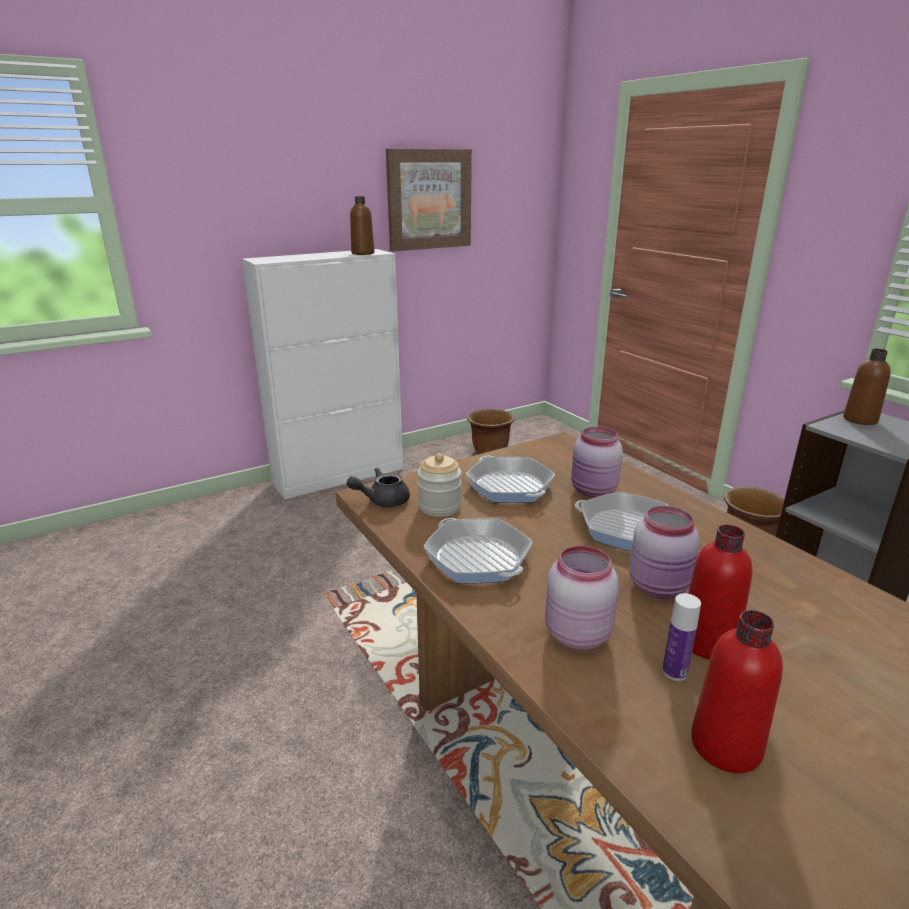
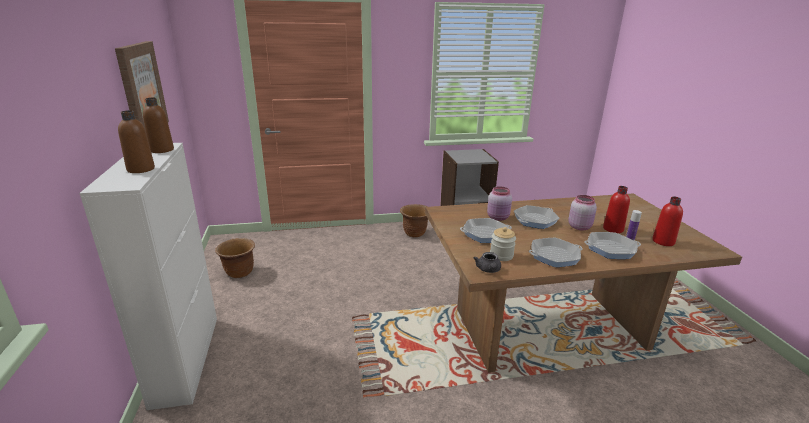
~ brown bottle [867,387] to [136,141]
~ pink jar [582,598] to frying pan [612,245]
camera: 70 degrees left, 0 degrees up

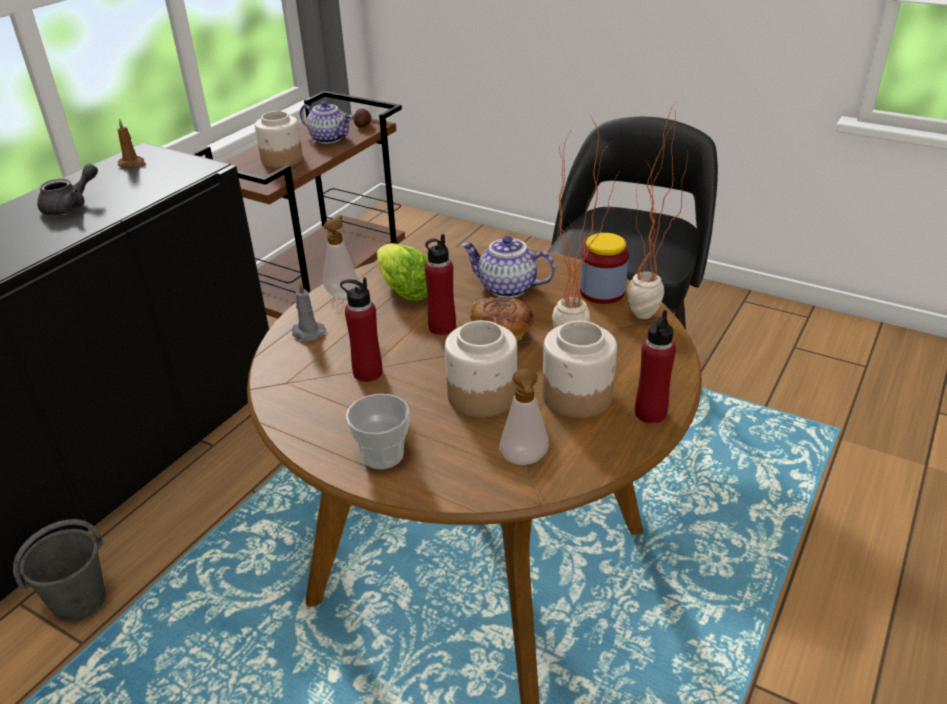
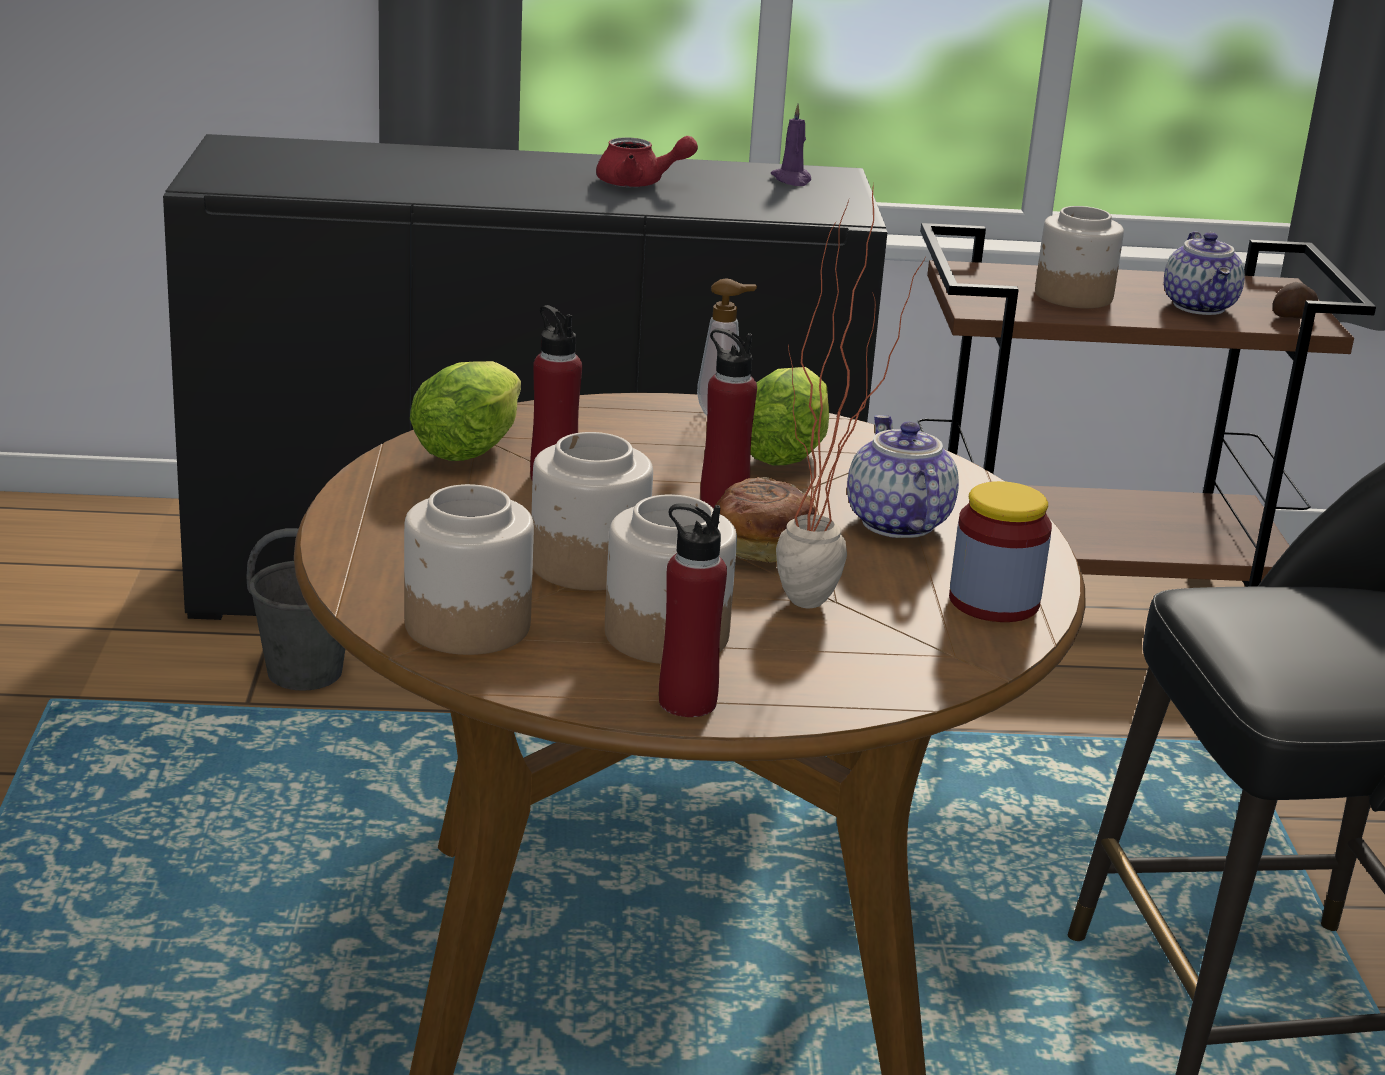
~ soap dispenser [524,416] to jar [469,569]
+ lettuce [465,411]
~ grey teapot [67,189] to red teapot [647,161]
~ brown candle [131,143] to purple candle [791,145]
- grey candle [309,311]
- cup [378,431]
- potted plant [657,211]
camera: 55 degrees right, 10 degrees down

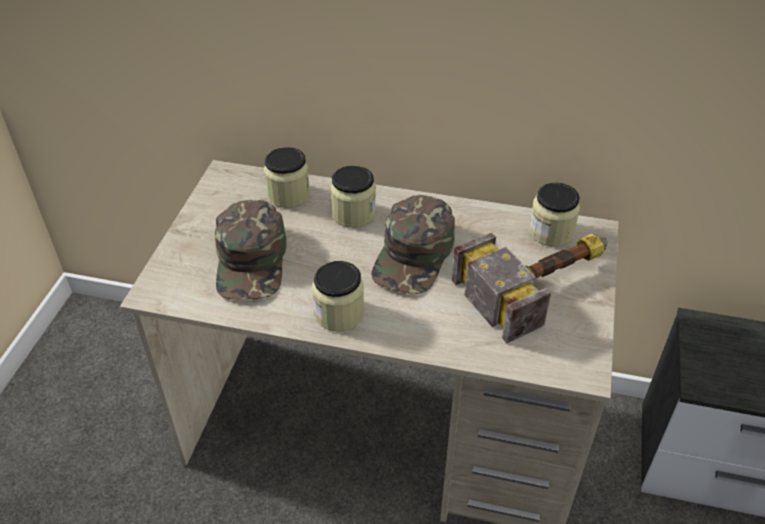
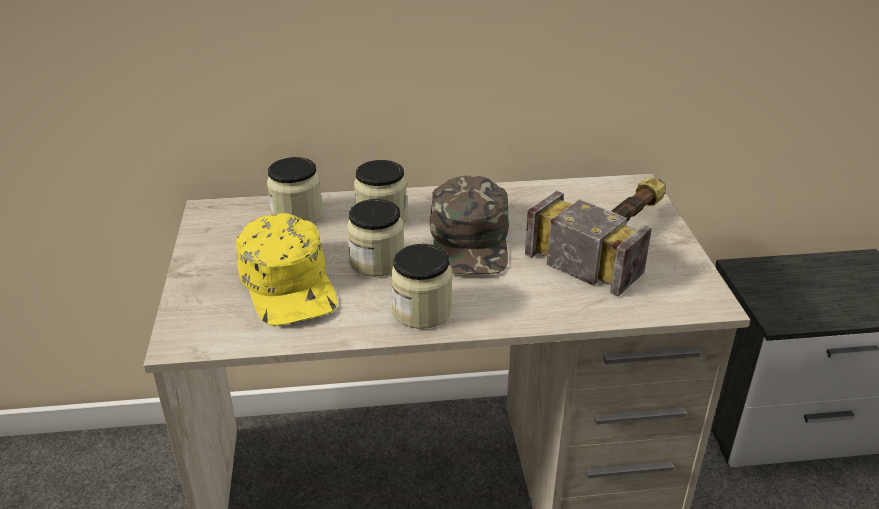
~ green cap [251,249] to yellow cap [286,269]
~ jar [554,214] to [375,238]
camera: 20 degrees left, 10 degrees down

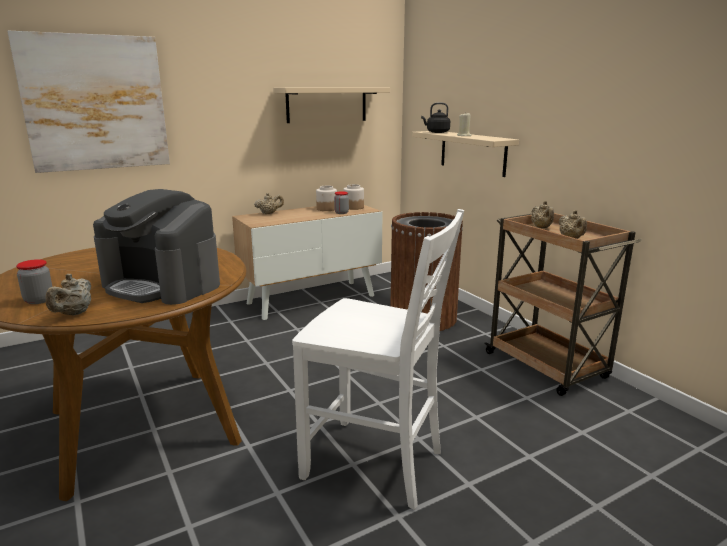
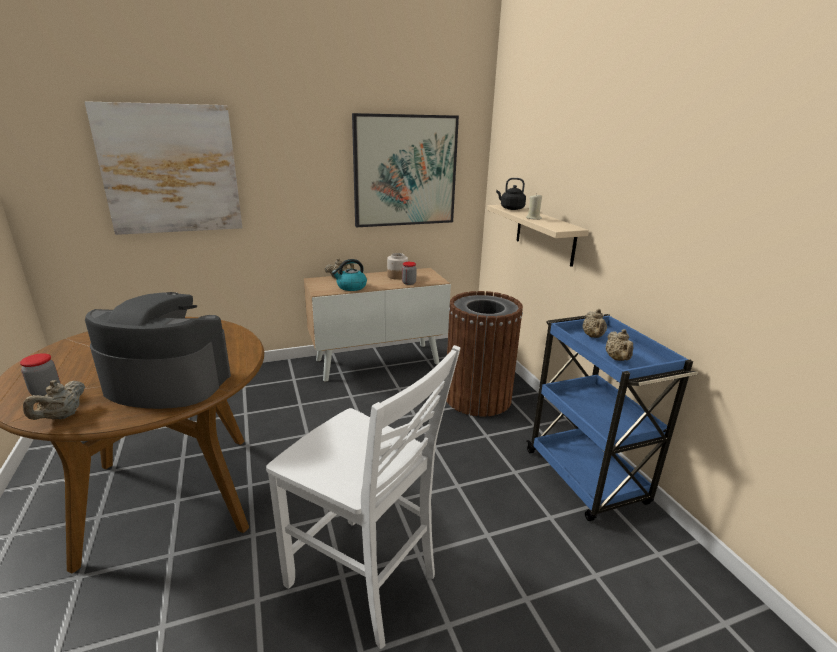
~ coffee machine [156,247] = [158,350] 150 degrees clockwise
+ kettle [349,275]
~ beige shelf [331,105] to picture [405,170]
~ brown cart [563,304] to blue cart [612,417]
- jar [353,197]
camera: 10 degrees right, 5 degrees up

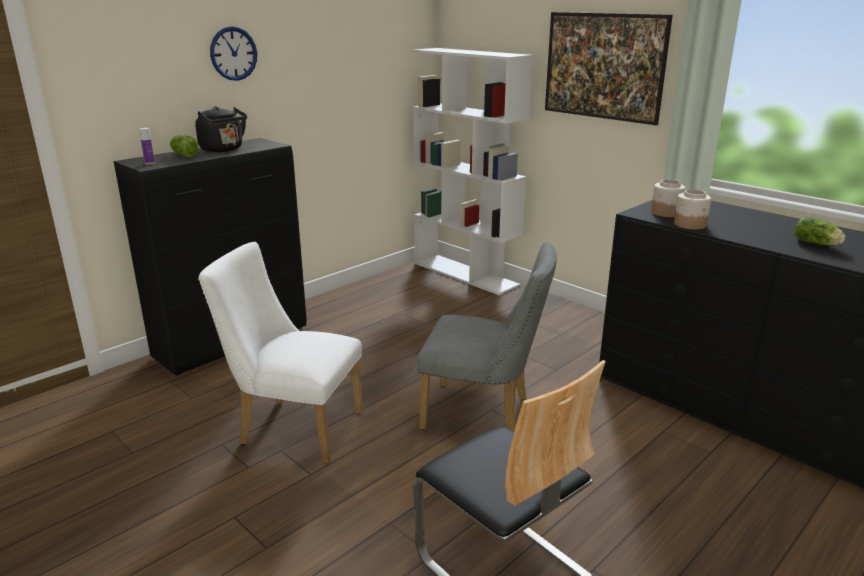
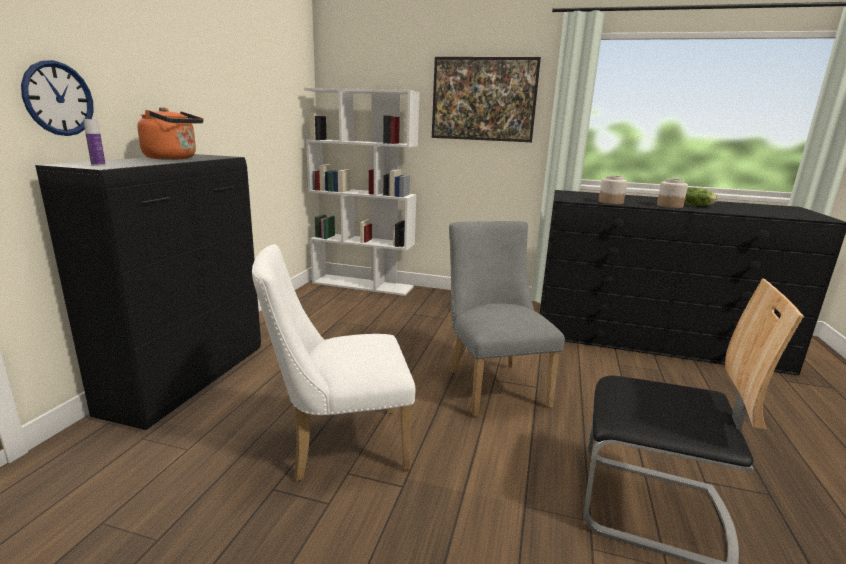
~ wall clock [233,54] to [57,98]
~ black kettle [221,129] to orange kettle [170,133]
~ grey chair [487,336] = [507,319] 90 degrees counterclockwise
~ jar [668,198] to [672,193]
- lettuce [184,146]
camera: 30 degrees left, 5 degrees down

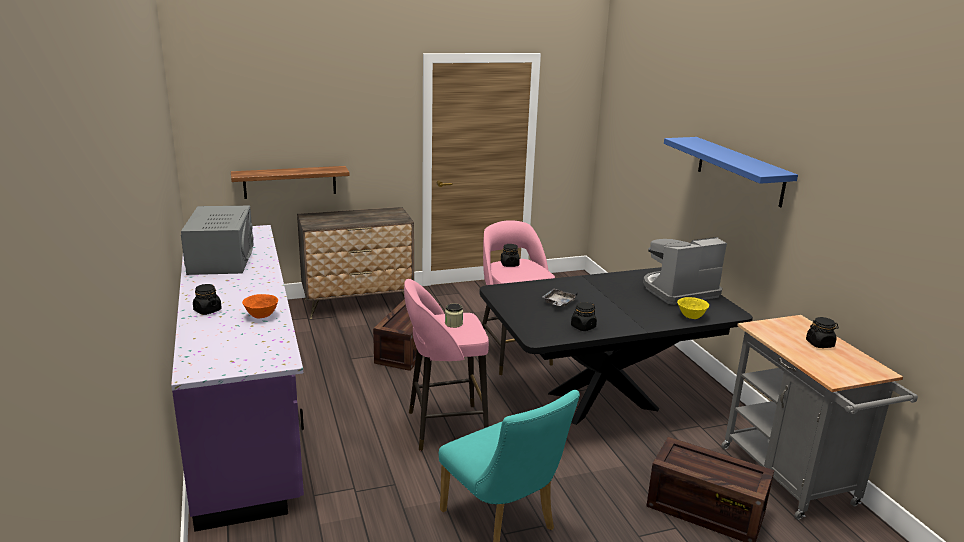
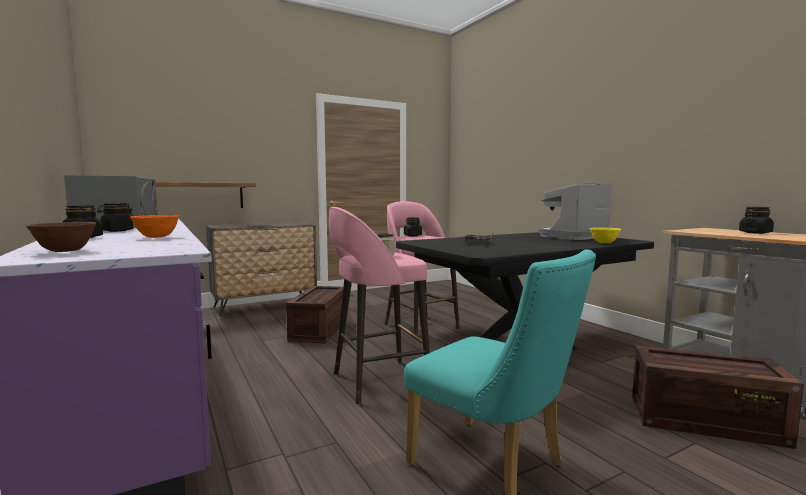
+ brown bowl [61,237]
~ black jar [584,316] to [115,217]
- blue shelf [731,172]
camera: 10 degrees left, 15 degrees down

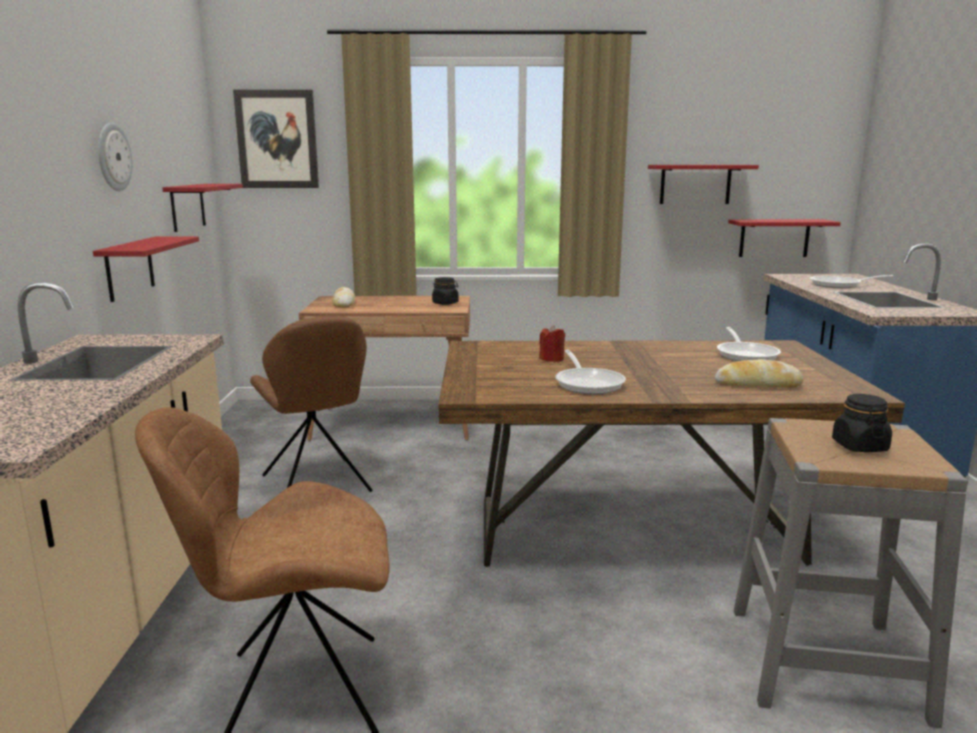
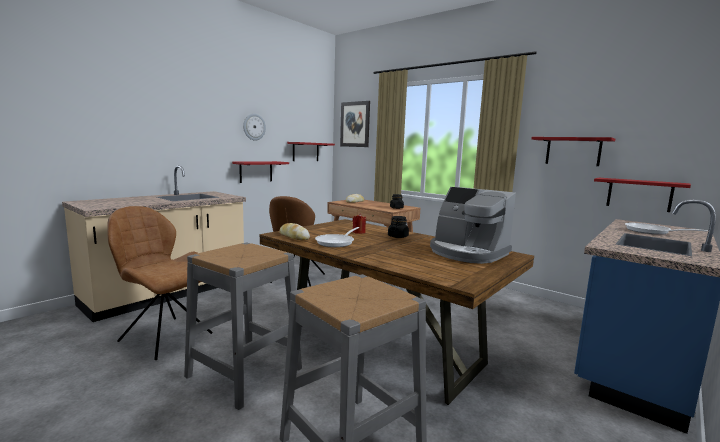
+ grey stool [243,326]
~ bread [759,373] to [294,231]
~ black jar [862,423] to [398,227]
~ frying pan [749,344] to coffee machine [473,225]
camera: 40 degrees right, 5 degrees down

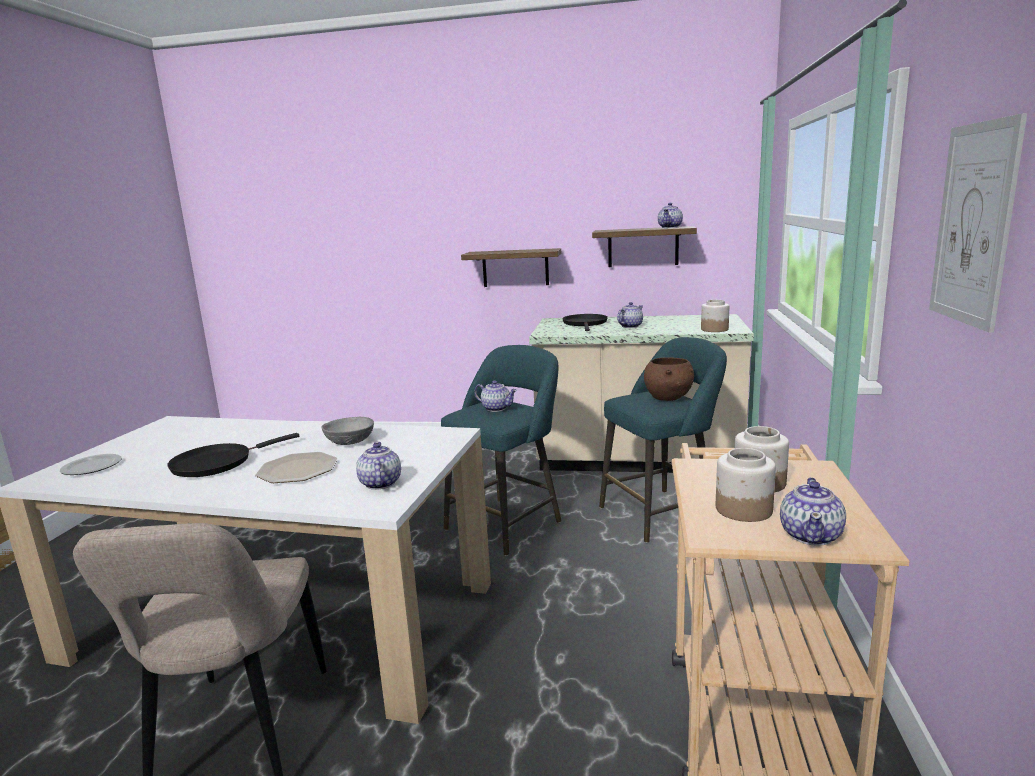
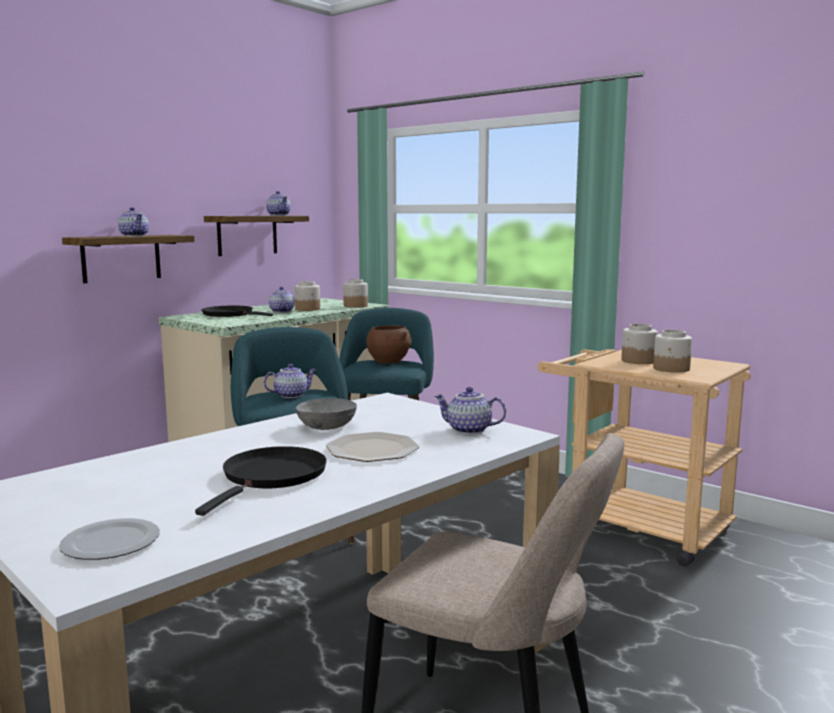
~ teapot [813,511] to [133,221]
~ black frying pan [233,455] = [261,481] 150 degrees counterclockwise
+ jar [307,296]
- picture [978,223]
camera: 60 degrees left, 5 degrees down

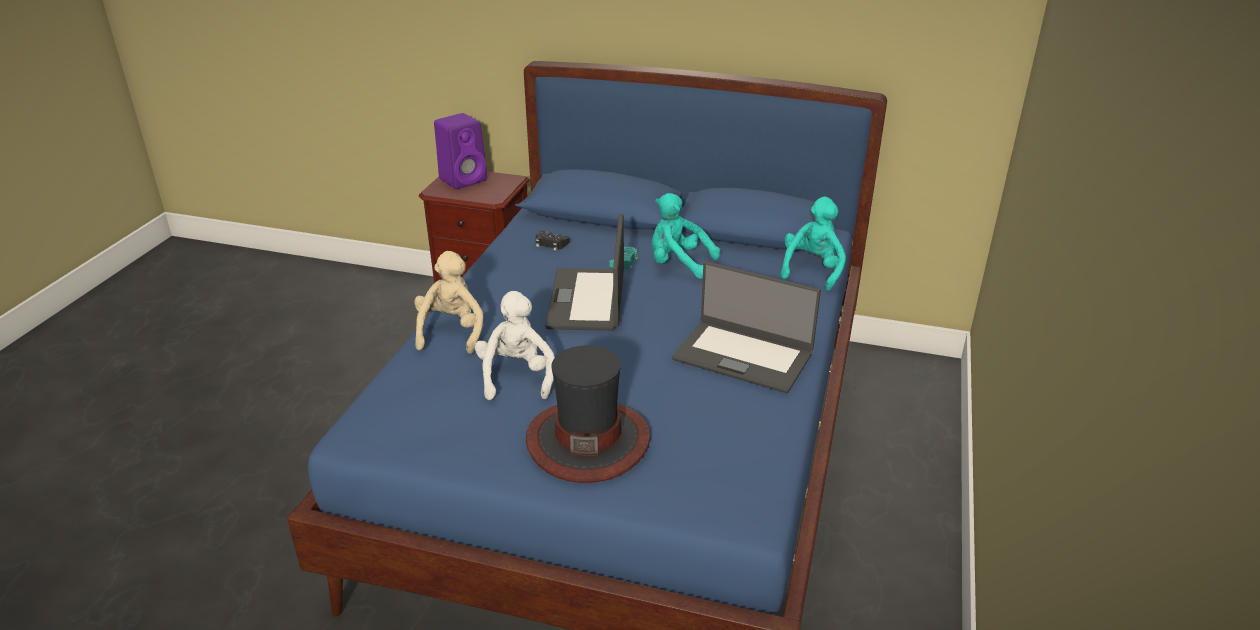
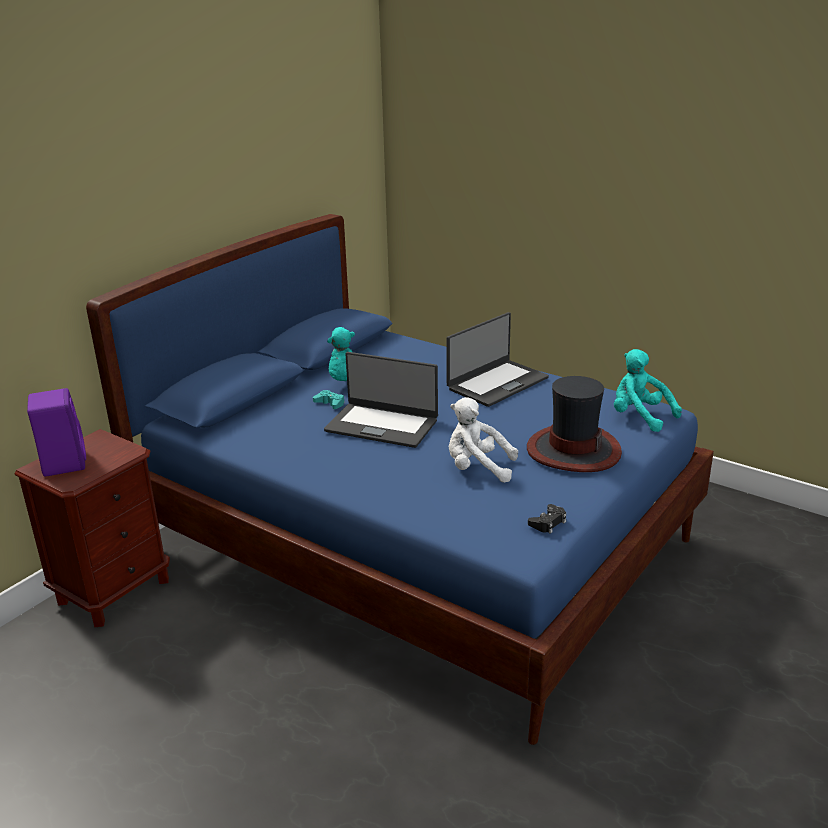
~ black game controller [553,241] to [547,518]
~ turquoise plush toy [813,244] to [648,390]
- beige plush toy [449,302]
camera: 70 degrees left, 5 degrees down

